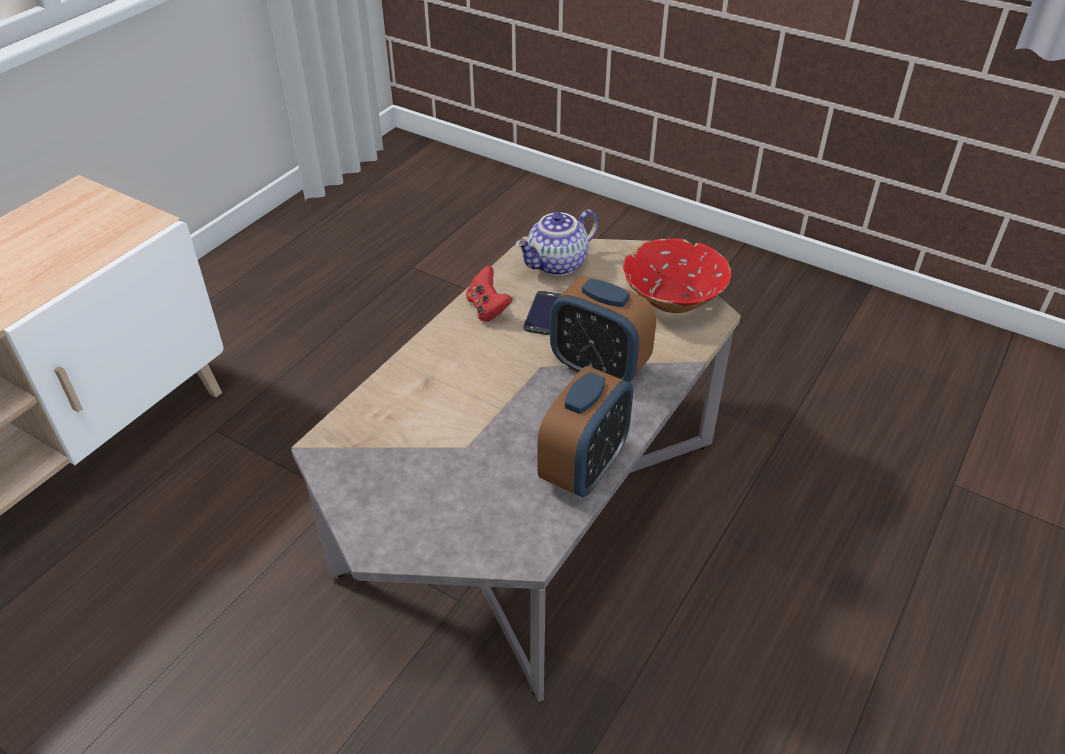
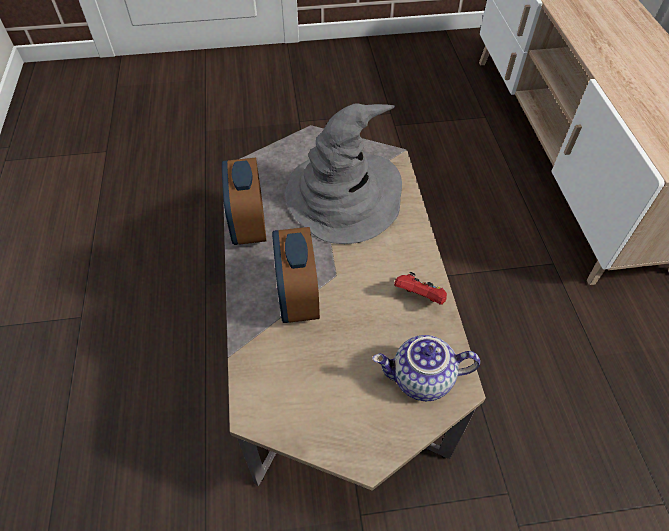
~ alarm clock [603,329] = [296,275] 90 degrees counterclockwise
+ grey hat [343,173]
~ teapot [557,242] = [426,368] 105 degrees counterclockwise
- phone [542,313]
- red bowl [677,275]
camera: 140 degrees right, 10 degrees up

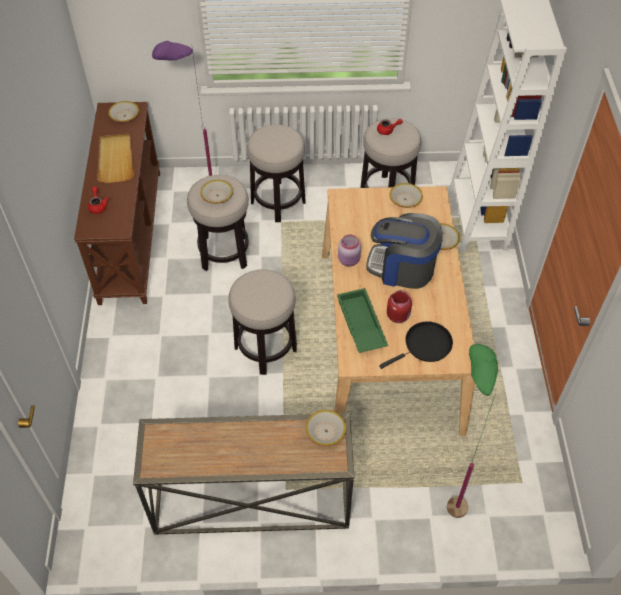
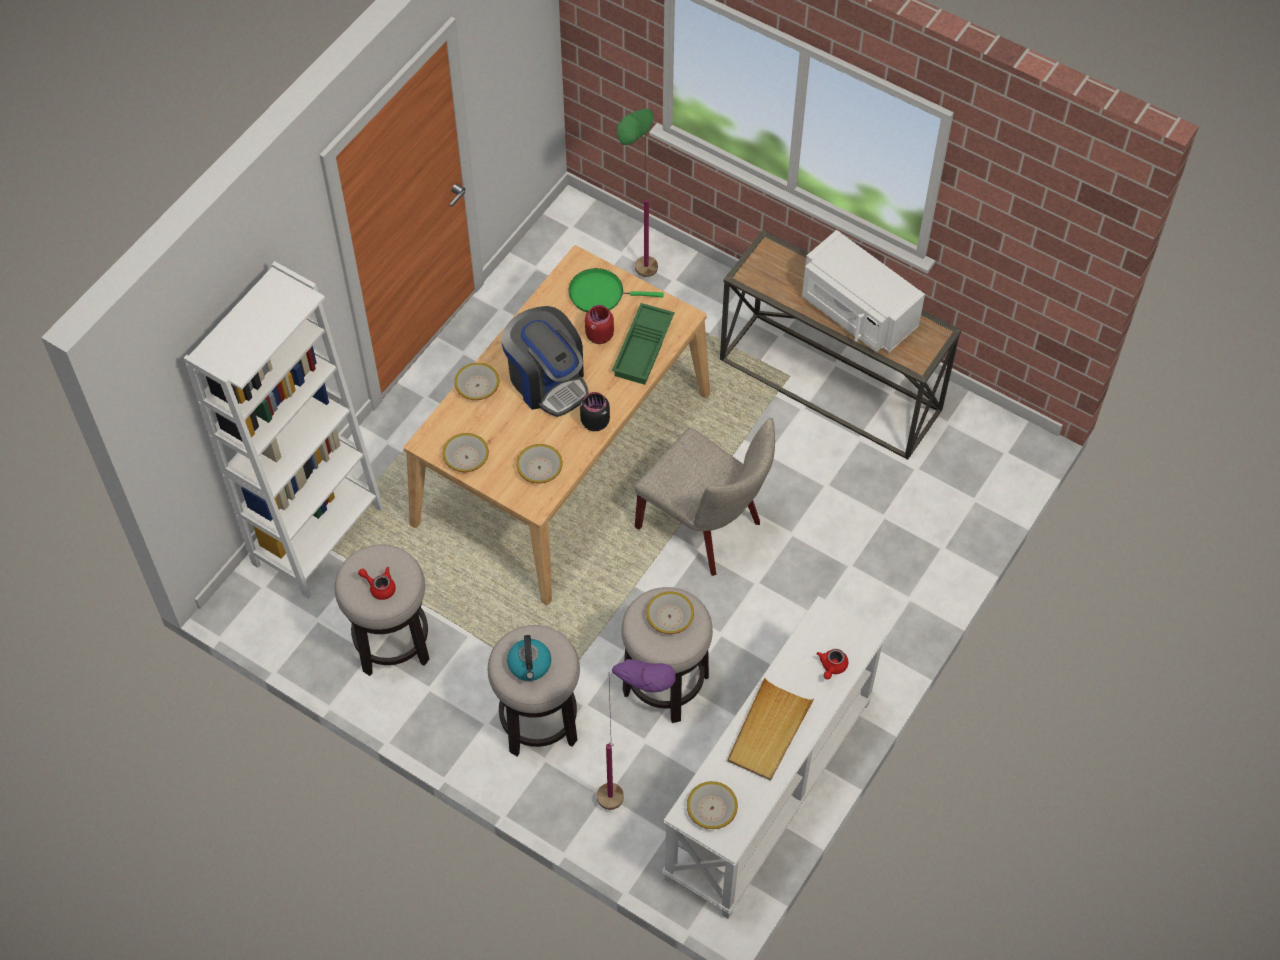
+ kettle [529,658]
~ bowl [326,428] to [539,464]
~ black frying pan [416,345] to green frying pan [616,290]
~ pink jar [349,250] to black jar [595,411]
~ stool [262,322] to beige chair [705,497]
~ brown console table [117,203] to white console table [774,757]
+ white microwave [863,291]
camera: 145 degrees left, 5 degrees up

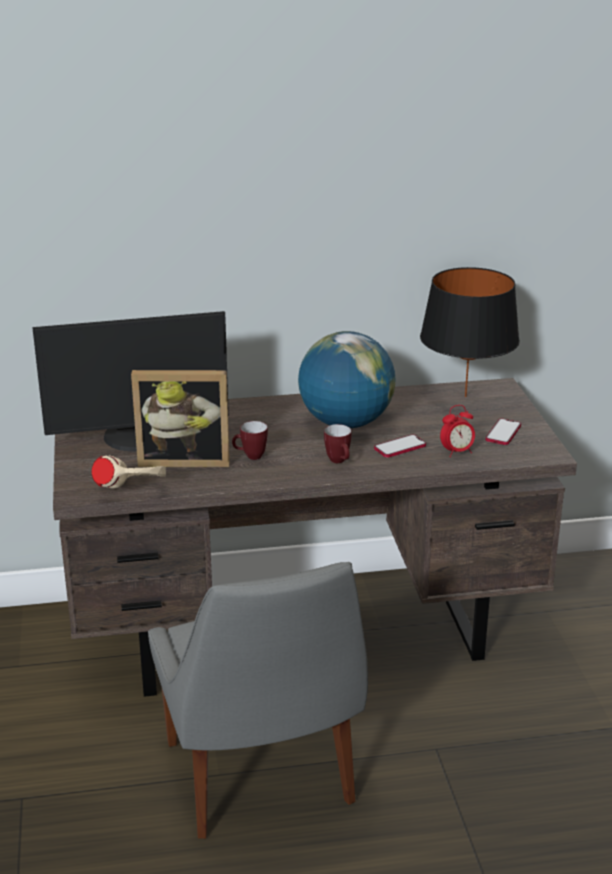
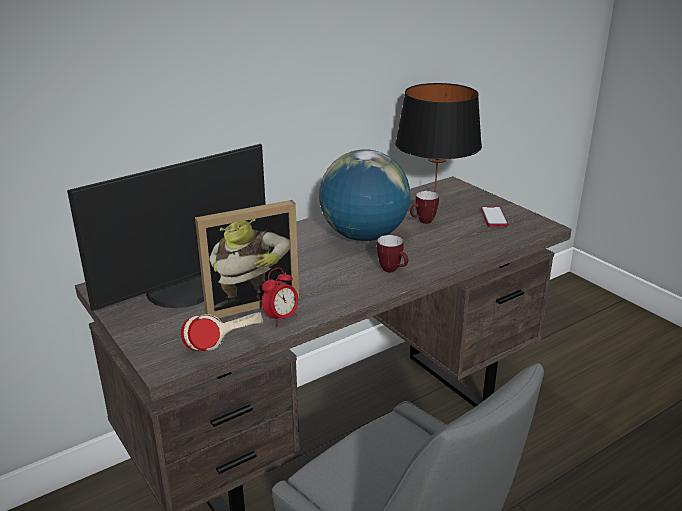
~ alarm clock [457,431] to [280,297]
~ mug [250,440] to [424,207]
- phone [400,446]
camera: 25 degrees left, 0 degrees up

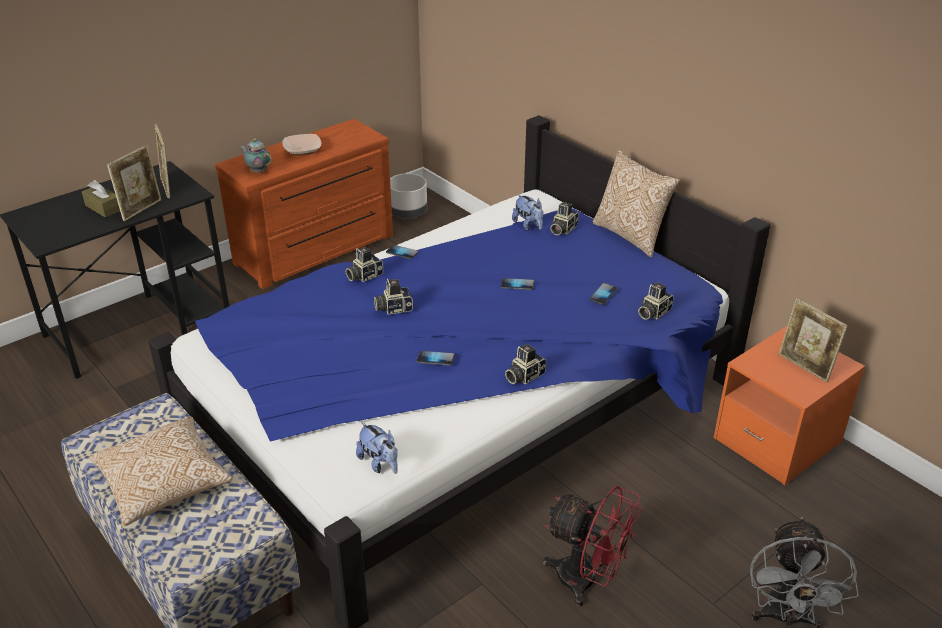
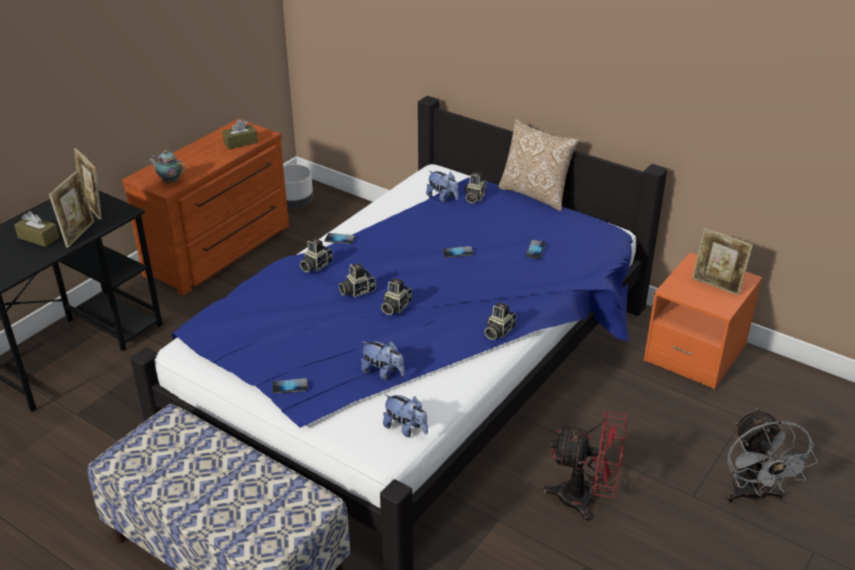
+ brown tissue box [240,134]
~ phone [435,358] to [290,386]
+ plush toy [383,360]
~ photo camera [656,301] to [396,296]
- pillow [160,471]
- bowl [302,145]
camera: 15 degrees left, 0 degrees up

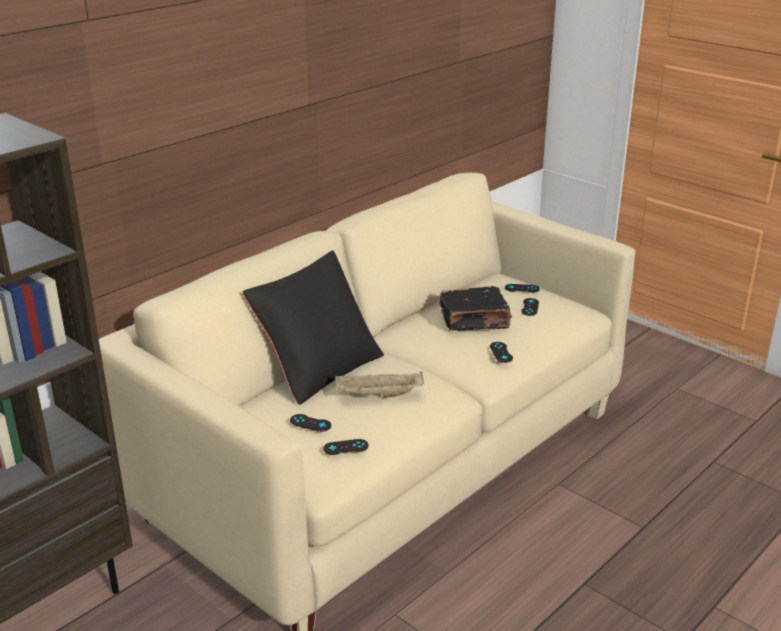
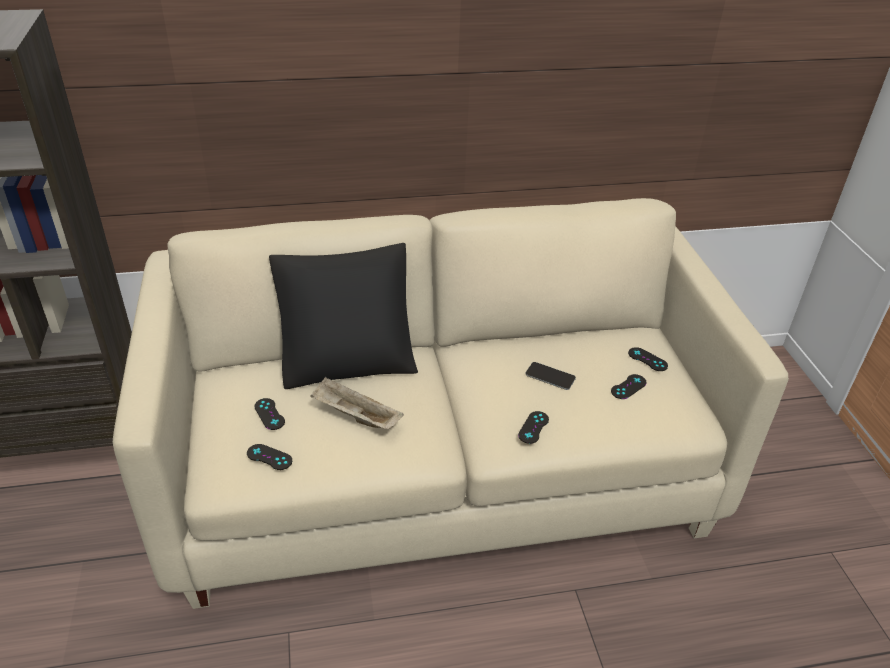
~ black book [475,308] to phone [550,376]
camera: 35 degrees right, 10 degrees up

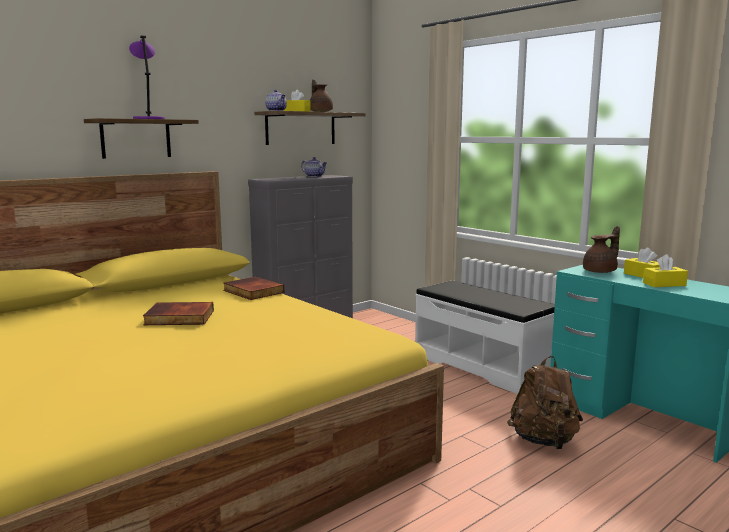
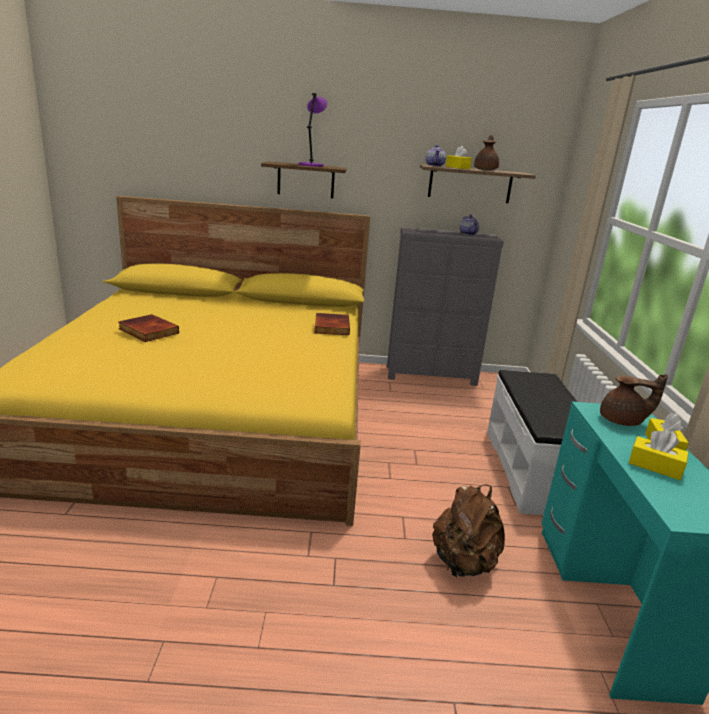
~ book [178,313] to [148,328]
camera: 40 degrees right, 10 degrees up

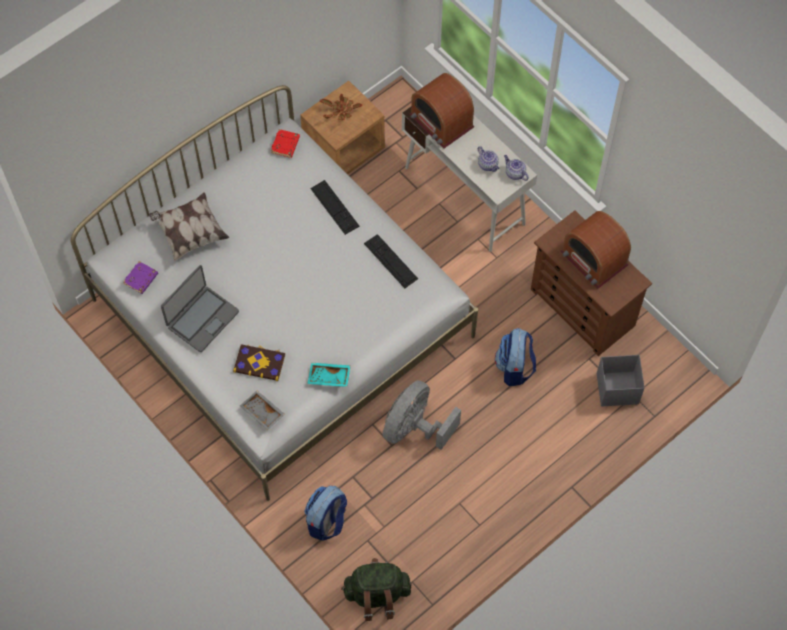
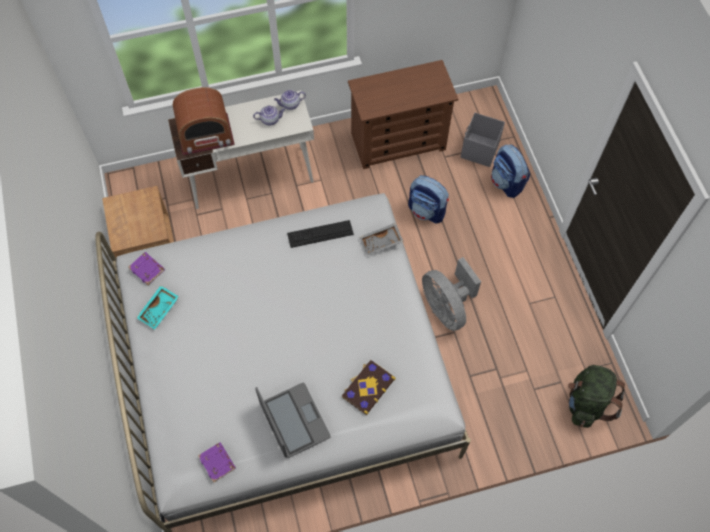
~ red book [285,143] to purple book [147,268]
~ turquoise tray [329,375] to [158,307]
~ grey tray [262,410] to [381,239]
~ backpack [325,513] to [510,171]
- pillow [189,227]
- keyboard [335,207]
- potted plant [341,107]
- radio [595,250]
camera: 65 degrees left, 0 degrees up

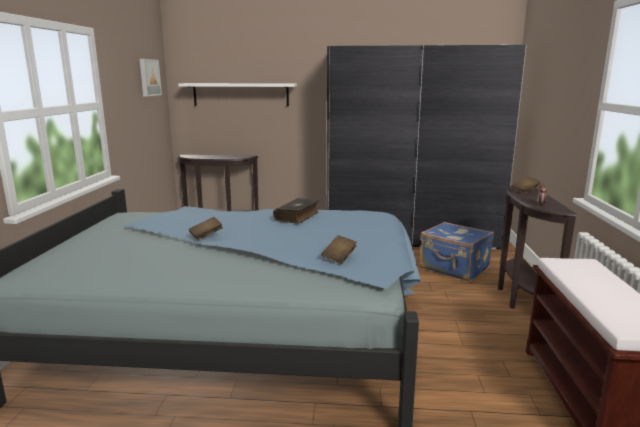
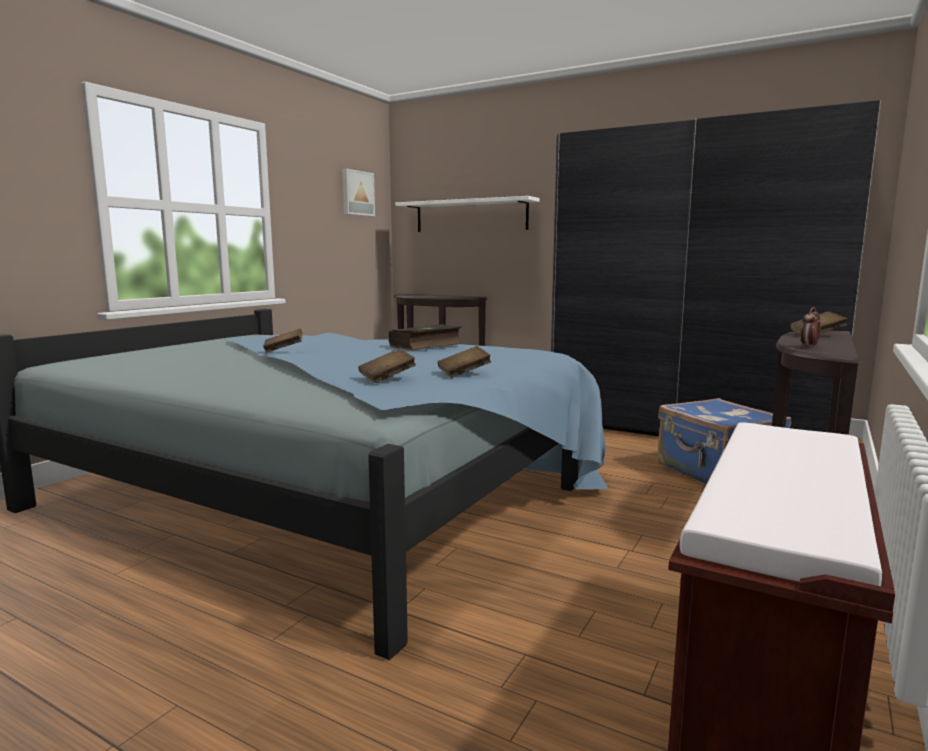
+ brown book [464,362]
camera: 25 degrees right, 5 degrees down

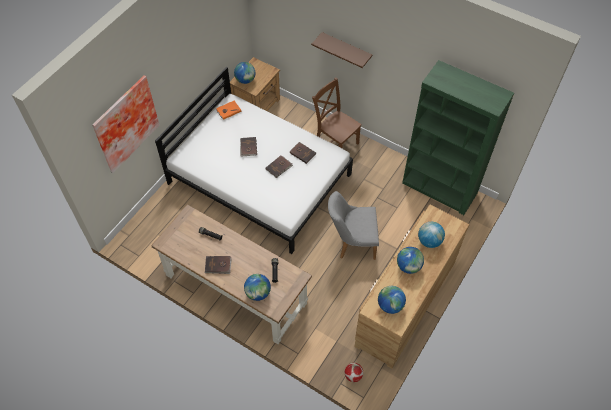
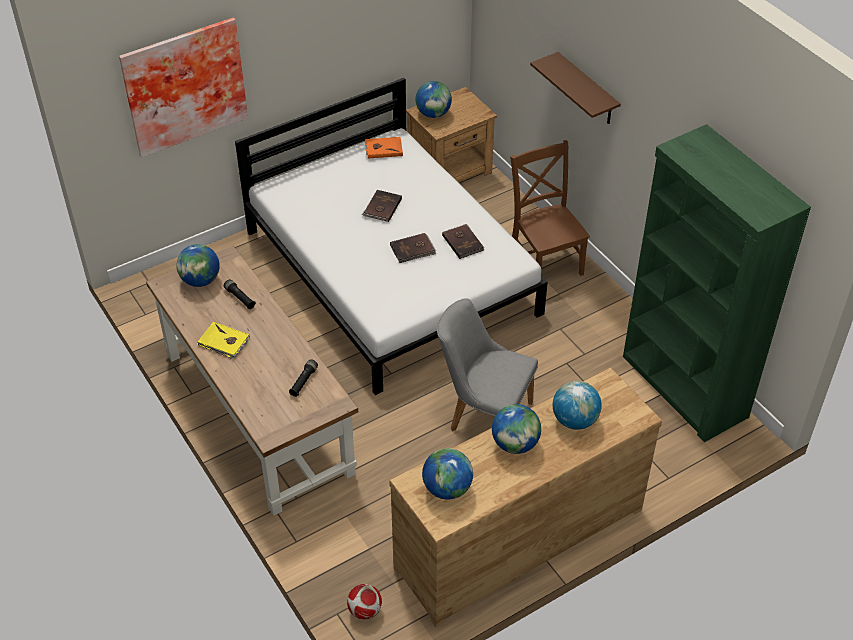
~ globe [257,287] to [198,265]
~ brown book [218,265] to yellow book [223,340]
camera: 25 degrees right, 10 degrees down

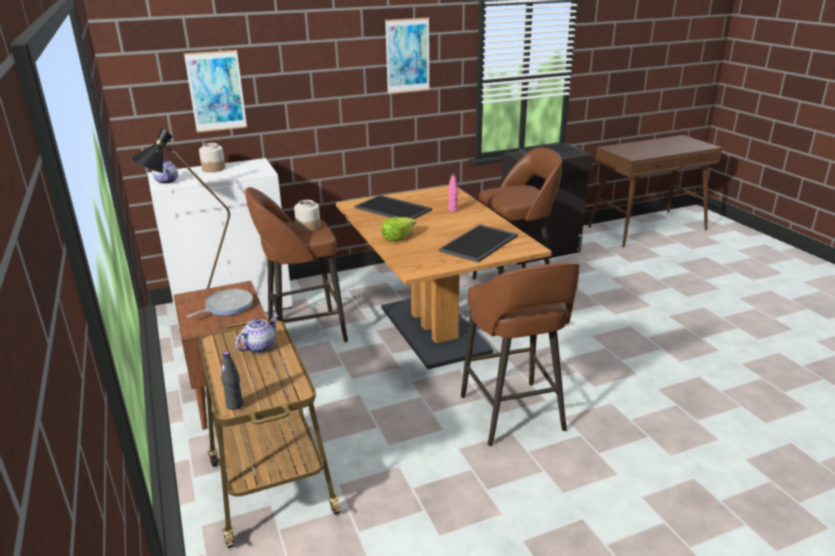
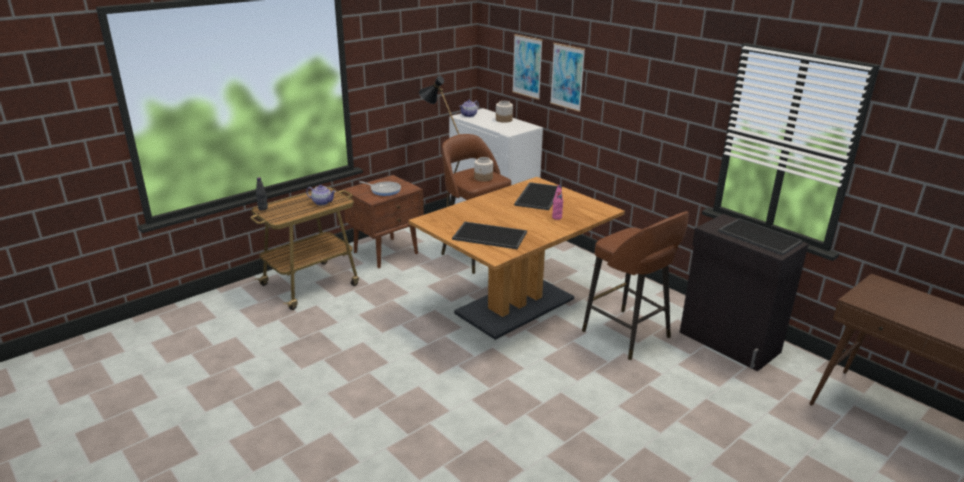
~ picture [407,55] to [567,77]
- lettuce [398,229]
- brown stool [520,354]
camera: 70 degrees right, 0 degrees up

